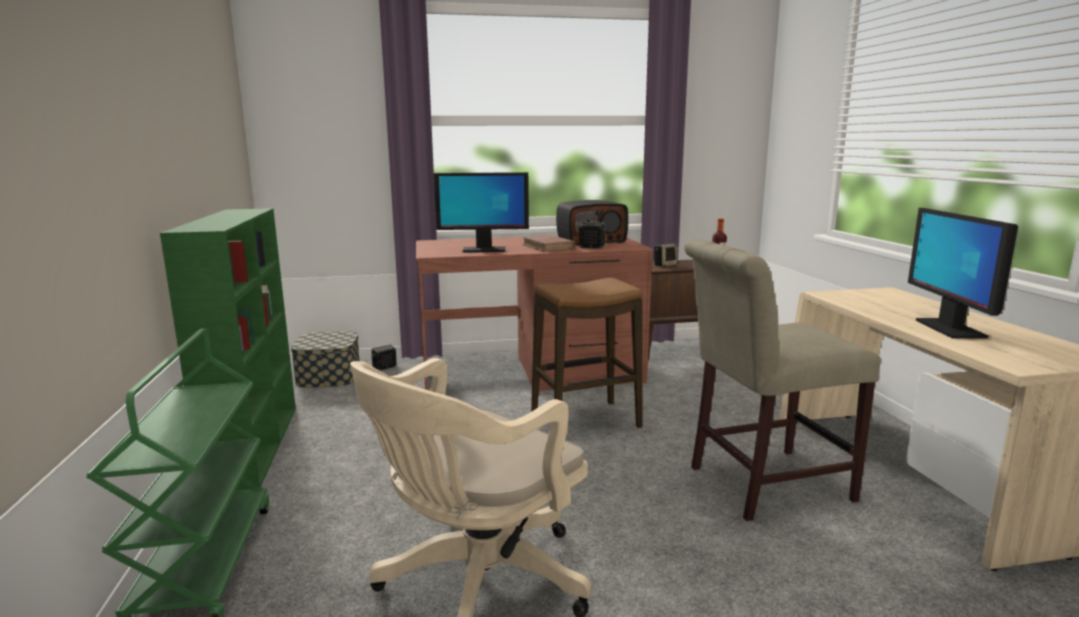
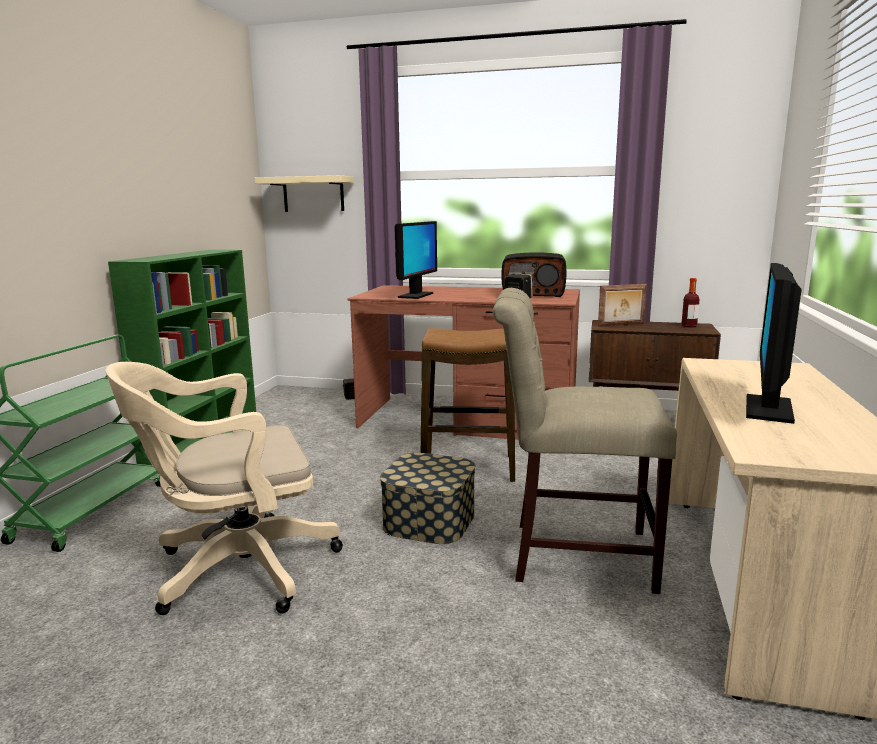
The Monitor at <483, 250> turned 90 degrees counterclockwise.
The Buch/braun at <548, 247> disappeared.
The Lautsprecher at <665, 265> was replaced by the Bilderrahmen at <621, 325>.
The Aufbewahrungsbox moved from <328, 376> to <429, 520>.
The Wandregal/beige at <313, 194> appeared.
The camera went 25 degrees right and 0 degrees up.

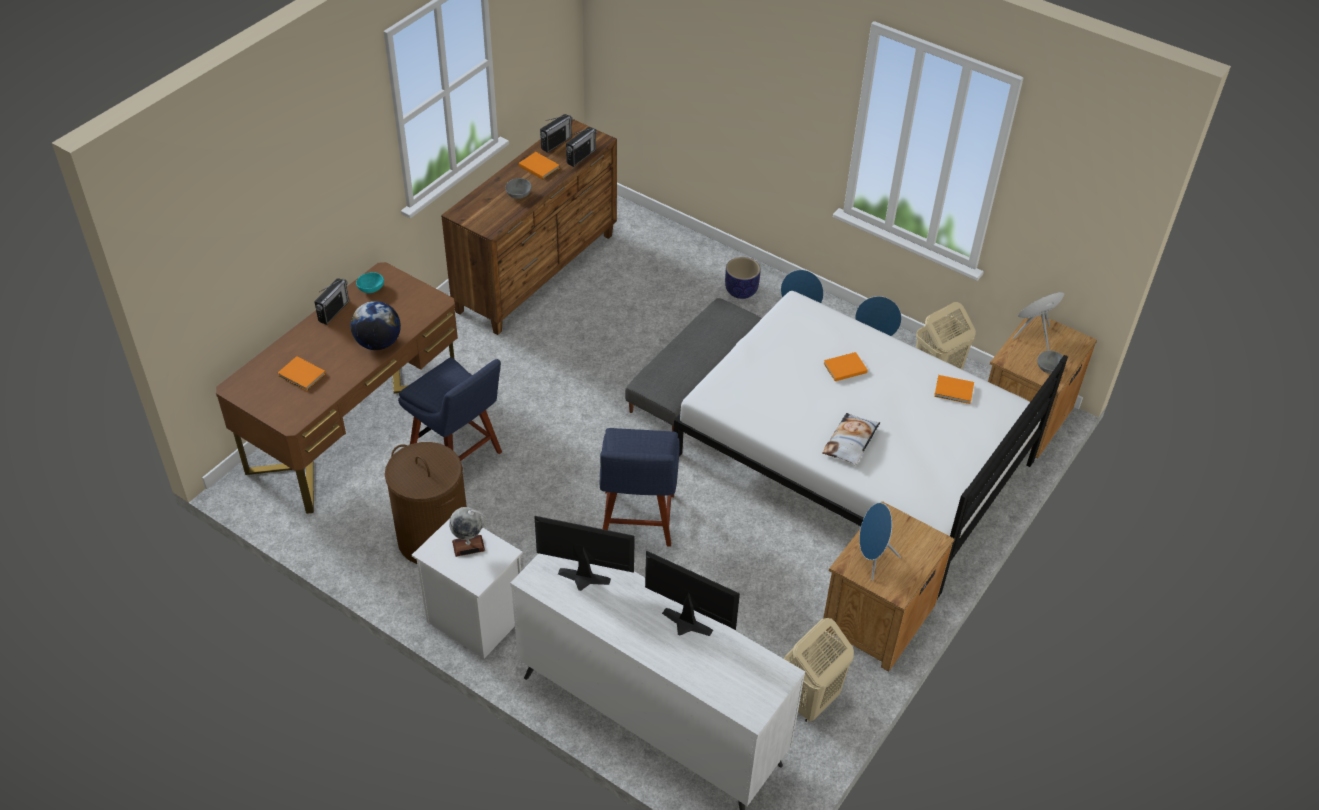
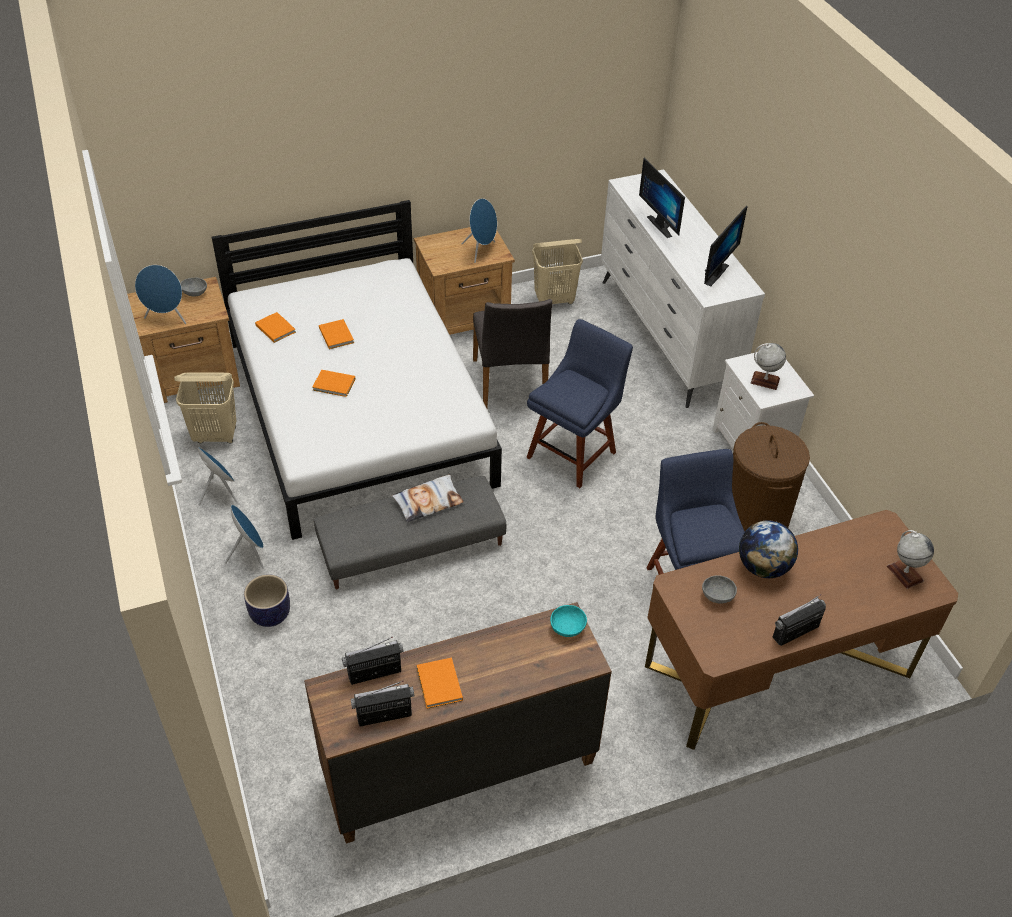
The Schüssel/grau moved from <519, 195> to <717, 595>.
The Schüssel/türkis moved from <370, 288> to <568, 628>.
The Buch/orange moved from <302, 376> to <336, 335>.
The Kissen moved from <851, 442> to <428, 501>.
The Monitor at <582, 581> turned 105 degrees counterclockwise.
The Stuhl/grau at <511, 384> appeared.
The Globus at <904, 573> appeared.
The camera went 145 degrees left and 0 degrees up.

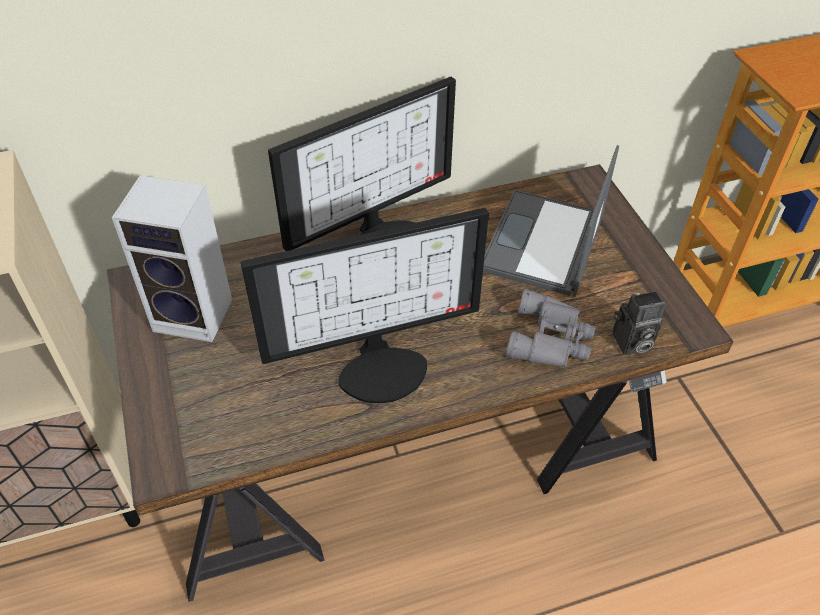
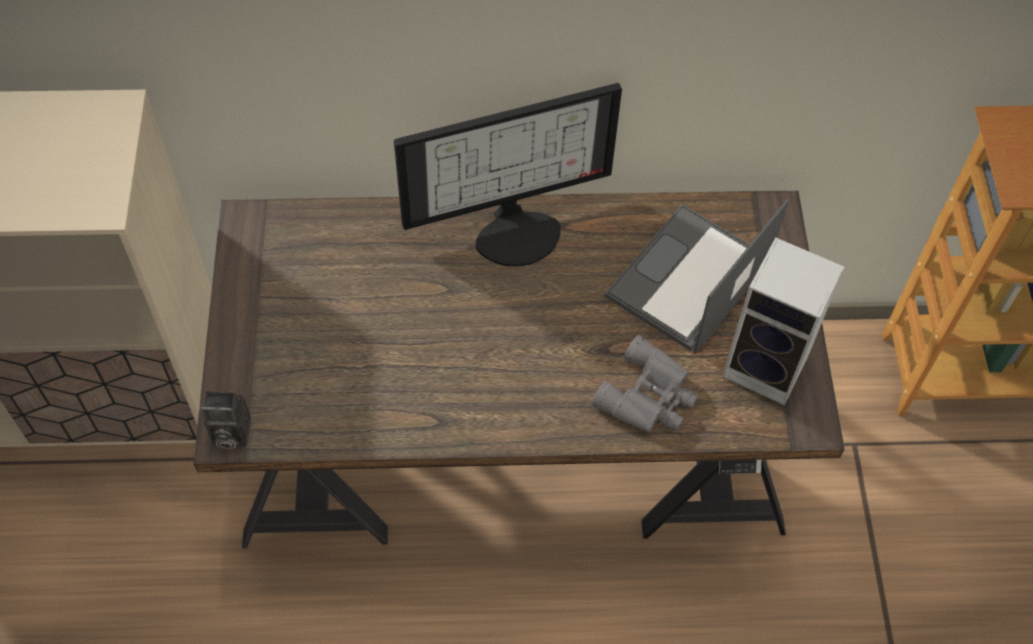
The Lautsprecher moved from <196, 314> to <768, 367>.
The Monitor at <382, 366> disappeared.
The Kamera moved from <631, 343> to <229, 434>.
The camera went 15 degrees right and 10 degrees up.

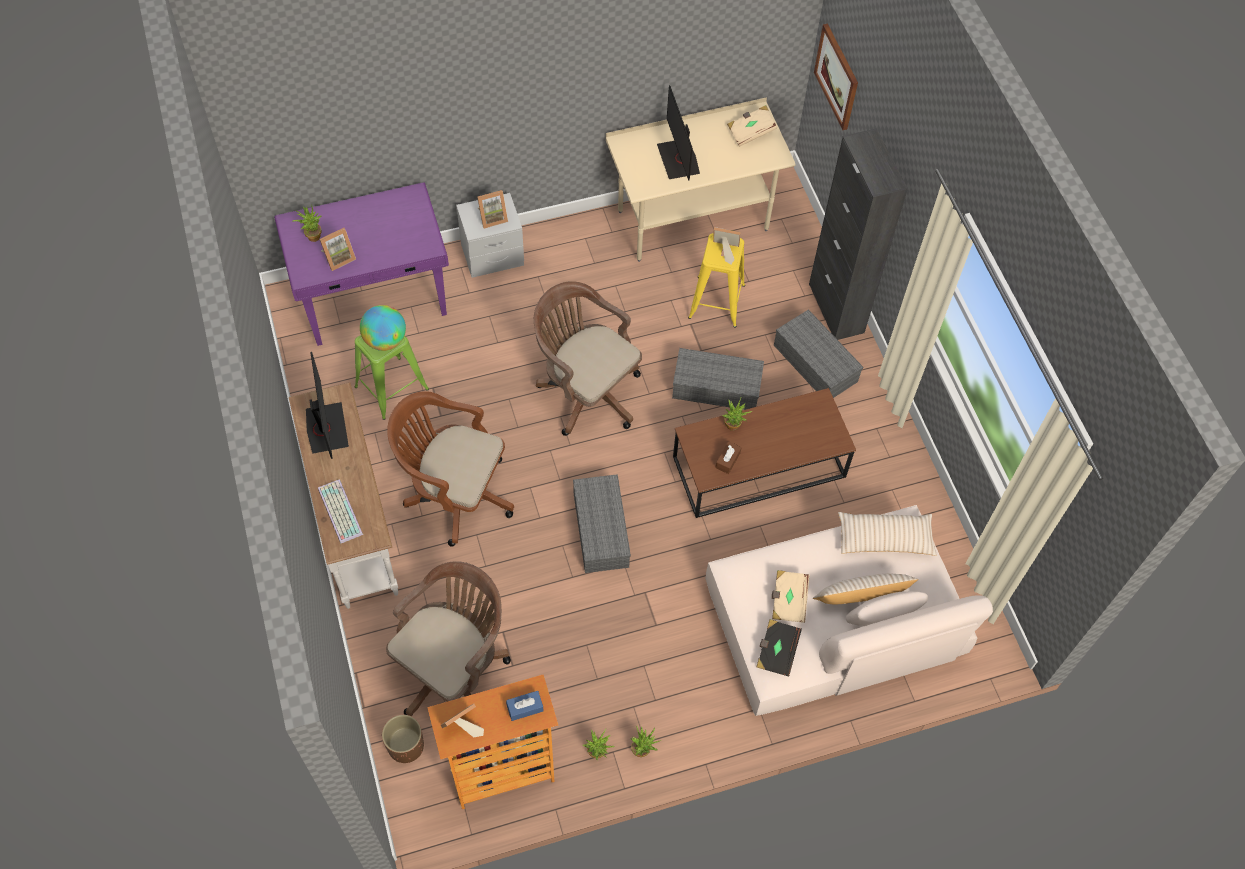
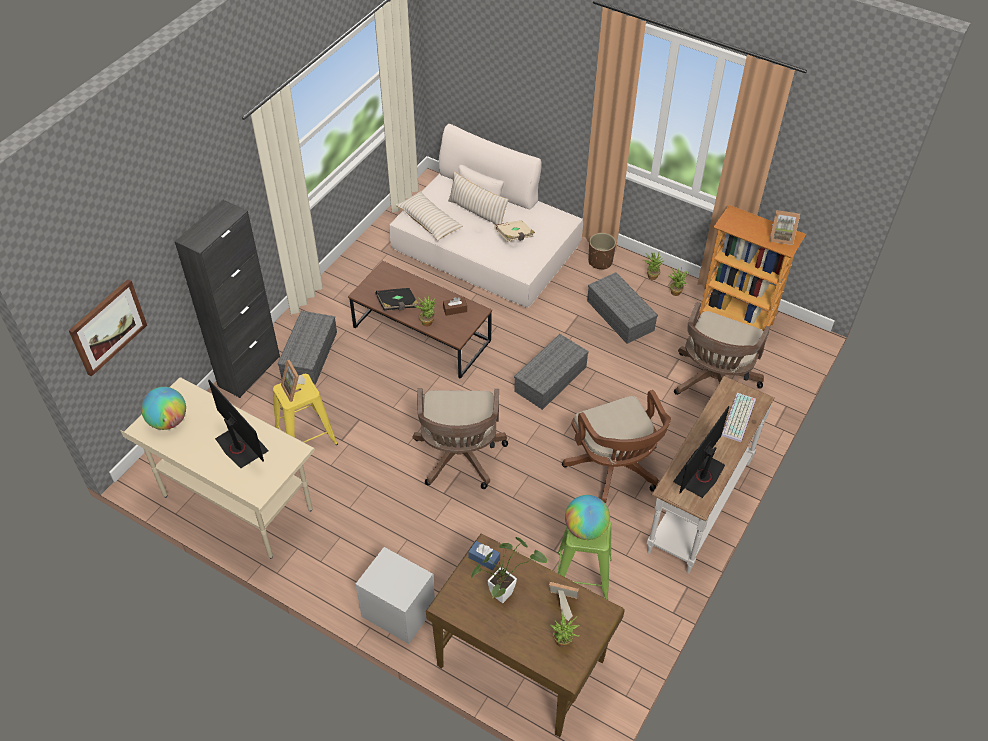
The Monitor at <679, 159> turned 75 degrees counterclockwise.
The Buch/beige at <751, 132> was replaced by the Globus at <168, 421>.
The Schreibtisch/lila at <374, 297> became the Schreibtisch/braun at <520, 661>.
The Bilderrahmen at <492, 217> disappeared.
The Aufbewahrungsbox/grau moved from <715, 387> to <621, 315>.
The Bürostuhl/braun at <454, 667> turned 60 degrees counterclockwise.
The Buch/schwarz moved from <776, 651> to <397, 305>.
The Taschentuchbox/blau moved from <525, 708> to <484, 558>.
The Pflanzkübel/braun moved from <406, 746> to <600, 261>.
The Topfpflanze at <505, 591> appeared.
The camera went 130 degrees left and 10 degrees down.

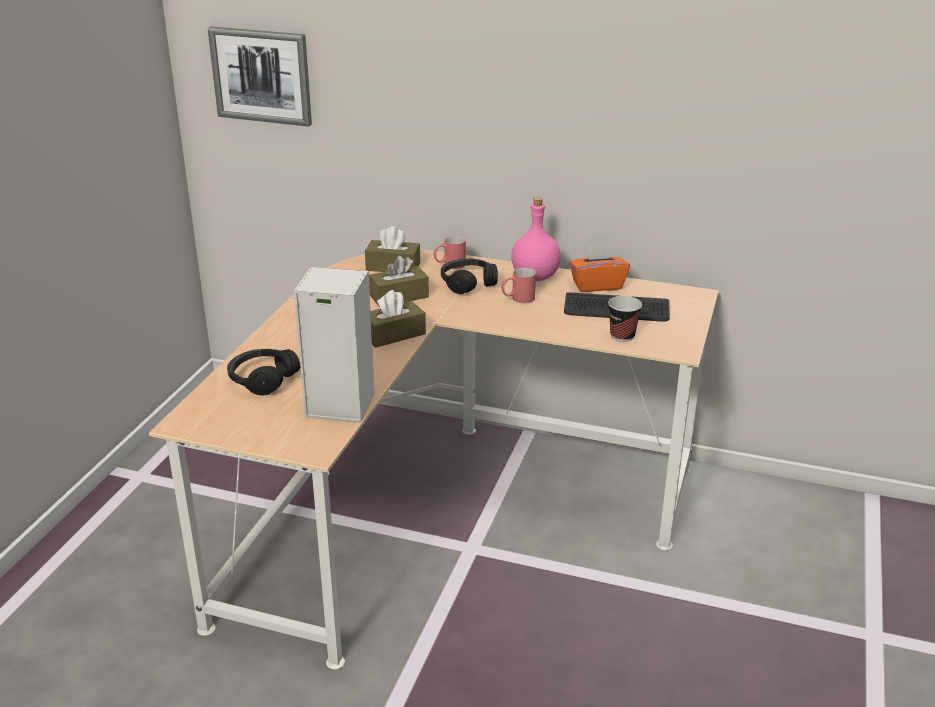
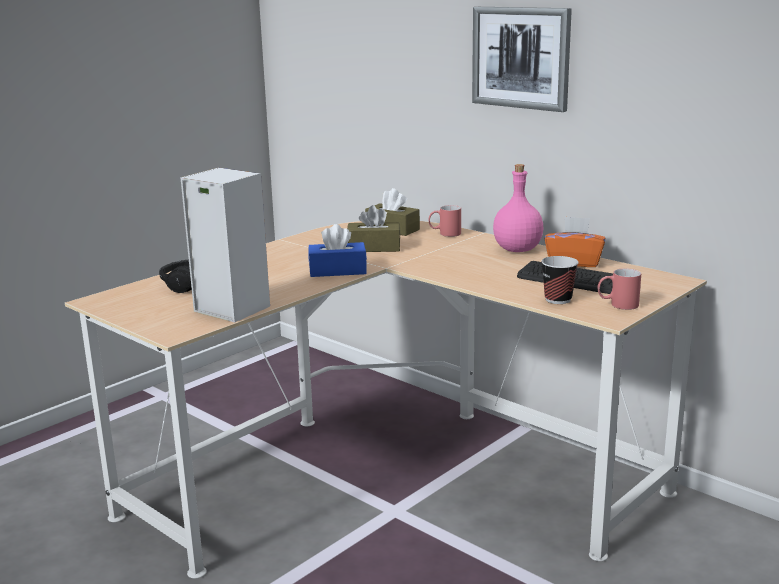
The Bild moved from <261, 75> to <521, 57>.
The Kopfhörer/schwarz at <468, 283> disappeared.
The Henkelbecher/rot moved from <517, 299> to <617, 305>.
The Taschentuchbox/braun at <394, 334> became the Taschentuchbox/blau at <337, 271>.
The camera went 25 degrees right and 10 degrees down.

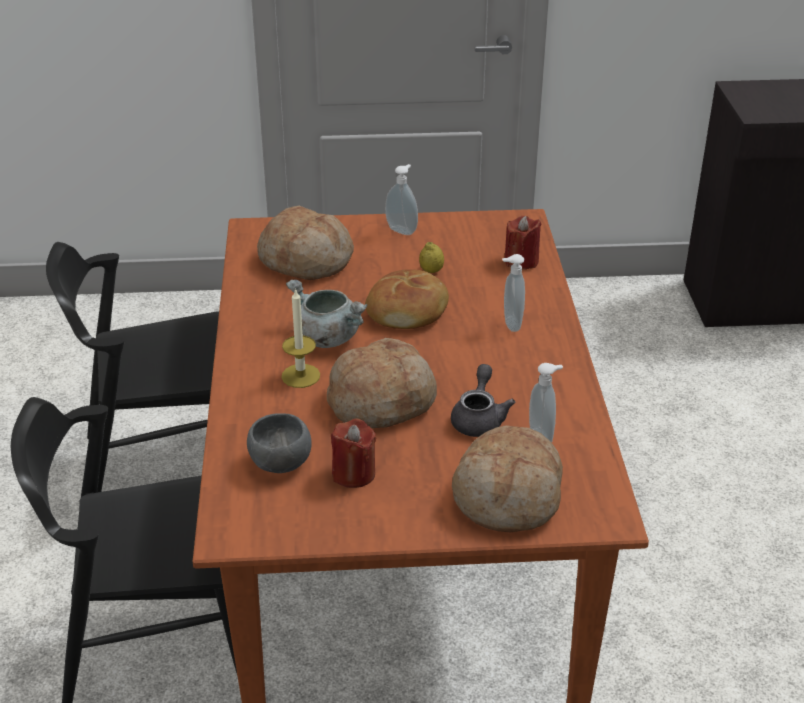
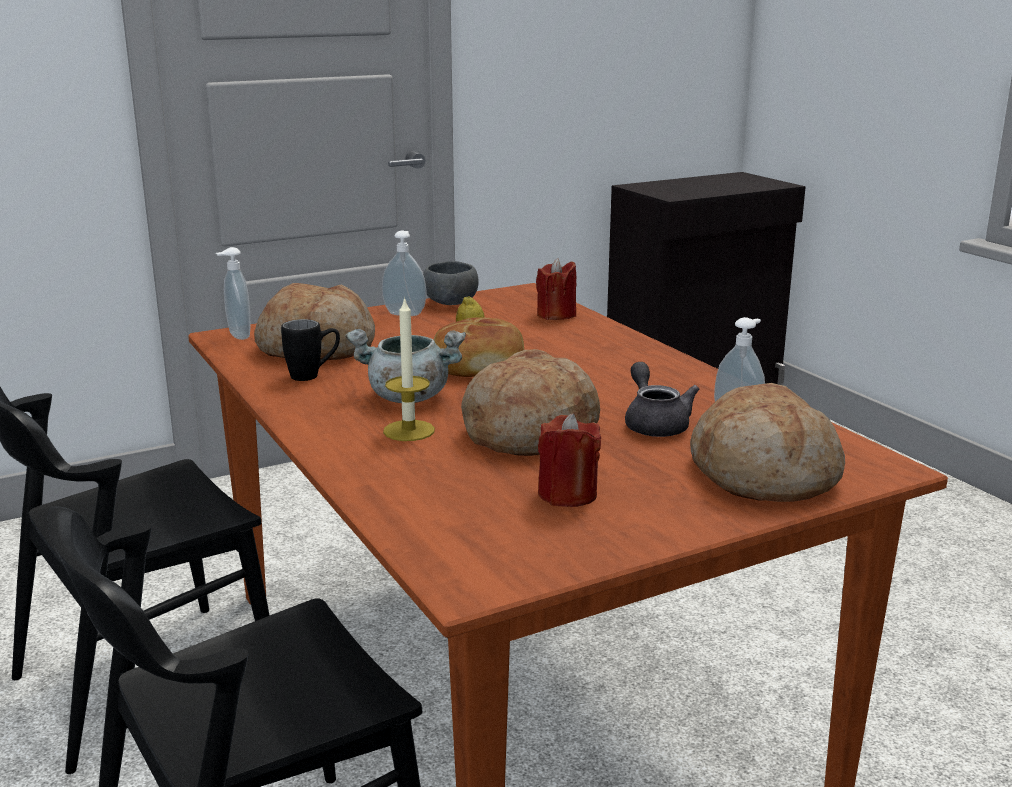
The Seifenspender moved from <510, 324> to <237, 336>.
The Schüssel/grau moved from <278, 462> to <449, 303>.
The Henkelbecher/schwarz at <313, 375> appeared.
The camera went 25 degrees left and 15 degrees down.

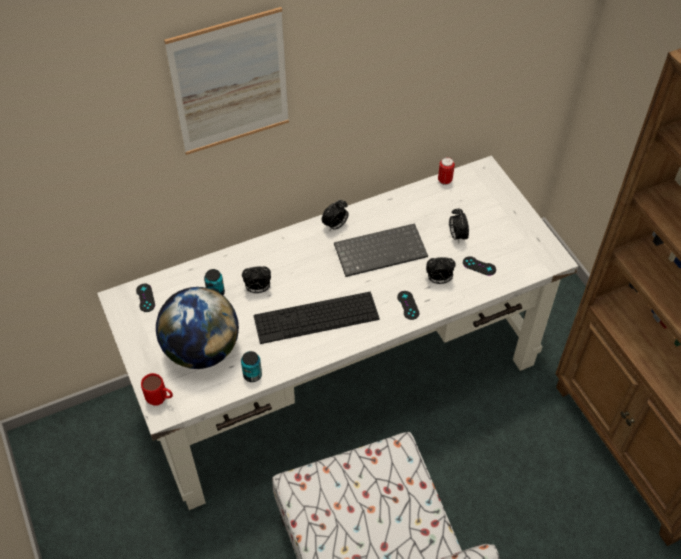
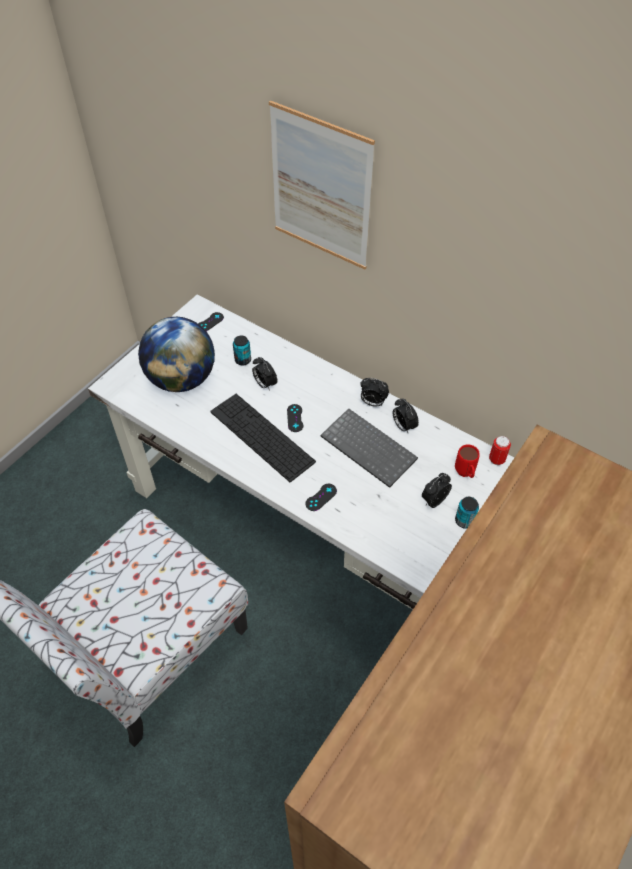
The Gamepad/schwarz moved from <479, 266> to <295, 418>.
The Wecker moved from <438, 280> to <403, 426>.
The Dose moved from <252, 375> to <464, 521>.
The Henkelbecher/rot moved from <161, 400> to <465, 474>.
The camera went 60 degrees right and 0 degrees up.

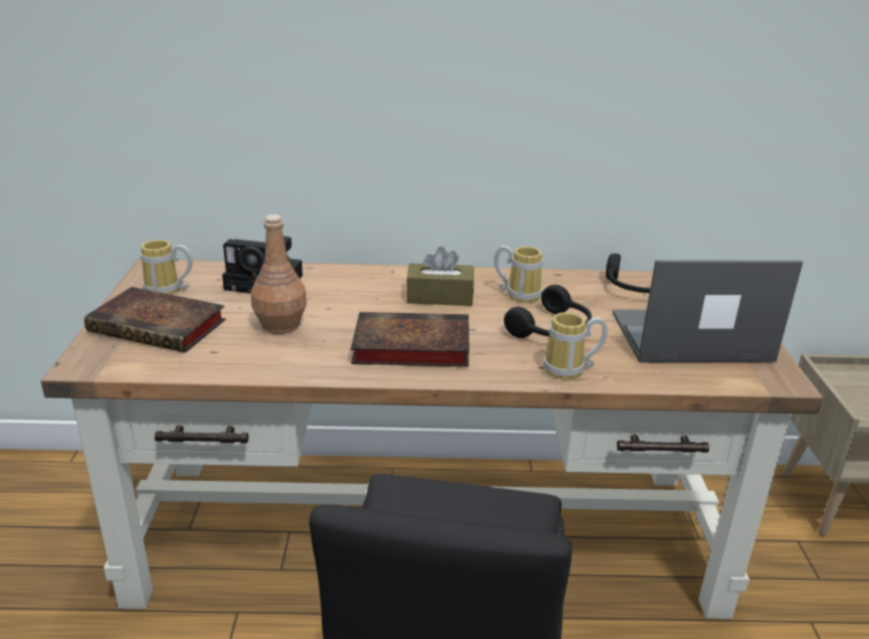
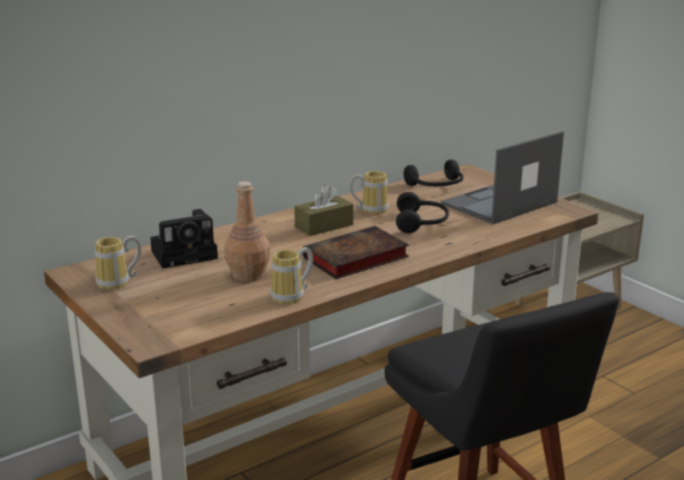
The Buch at <161, 326> disappeared.
The Henkelbecher moved from <569, 371> to <292, 296>.
The camera went 35 degrees left and 5 degrees down.

